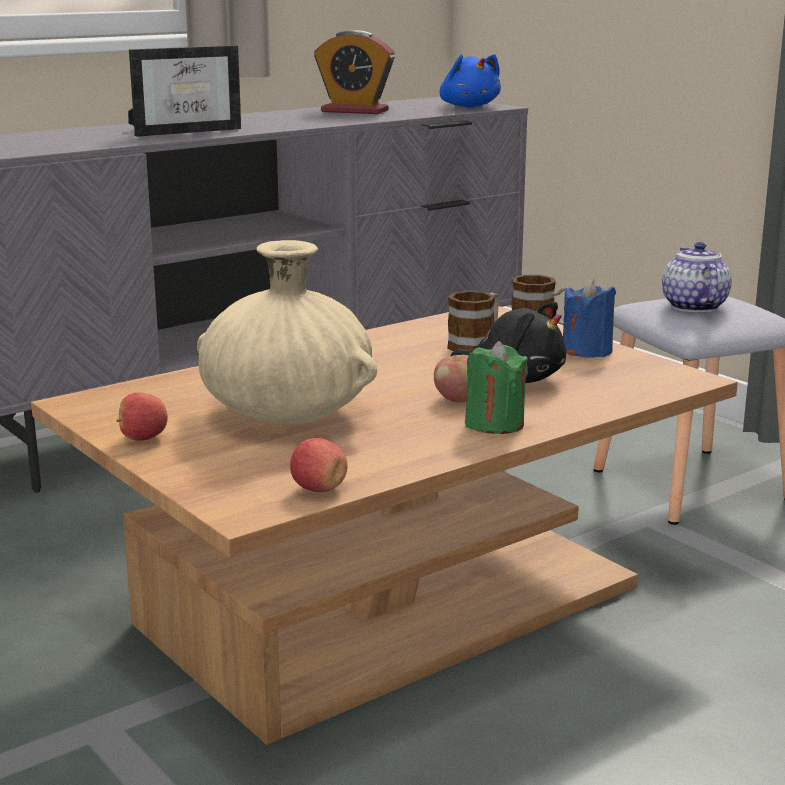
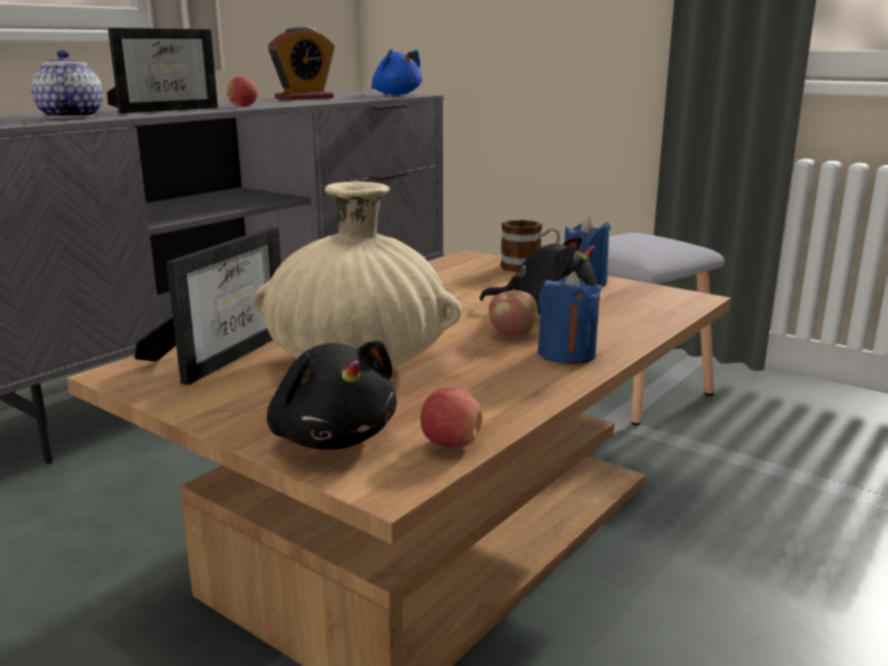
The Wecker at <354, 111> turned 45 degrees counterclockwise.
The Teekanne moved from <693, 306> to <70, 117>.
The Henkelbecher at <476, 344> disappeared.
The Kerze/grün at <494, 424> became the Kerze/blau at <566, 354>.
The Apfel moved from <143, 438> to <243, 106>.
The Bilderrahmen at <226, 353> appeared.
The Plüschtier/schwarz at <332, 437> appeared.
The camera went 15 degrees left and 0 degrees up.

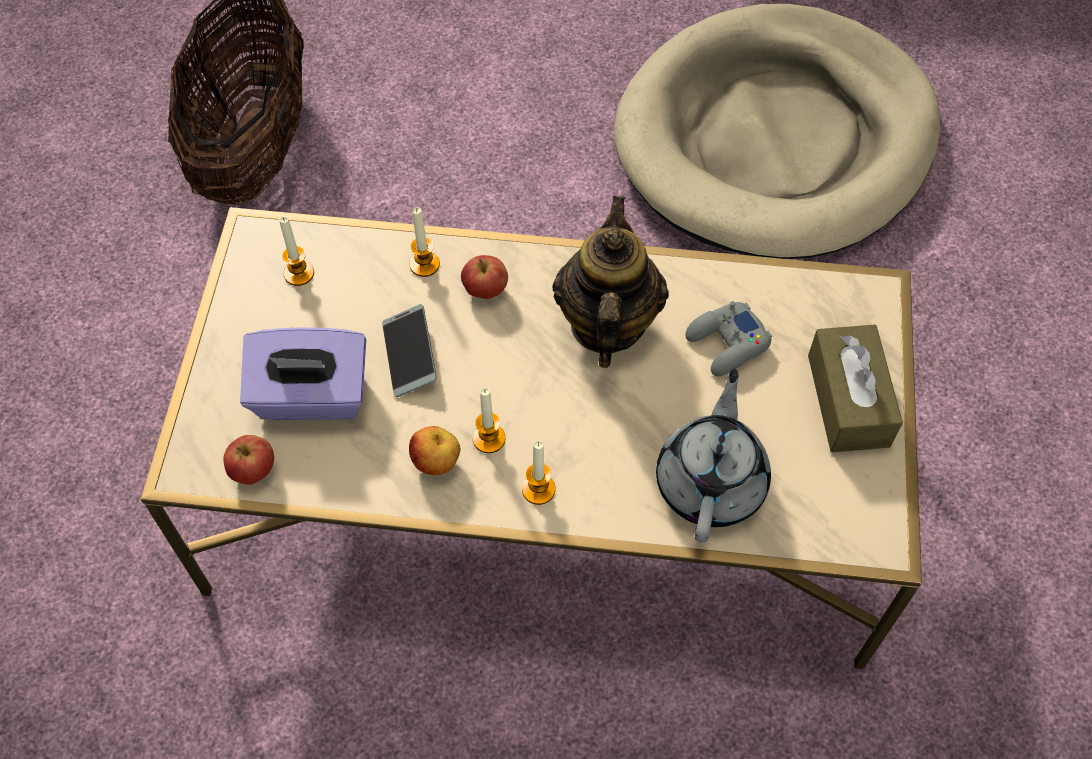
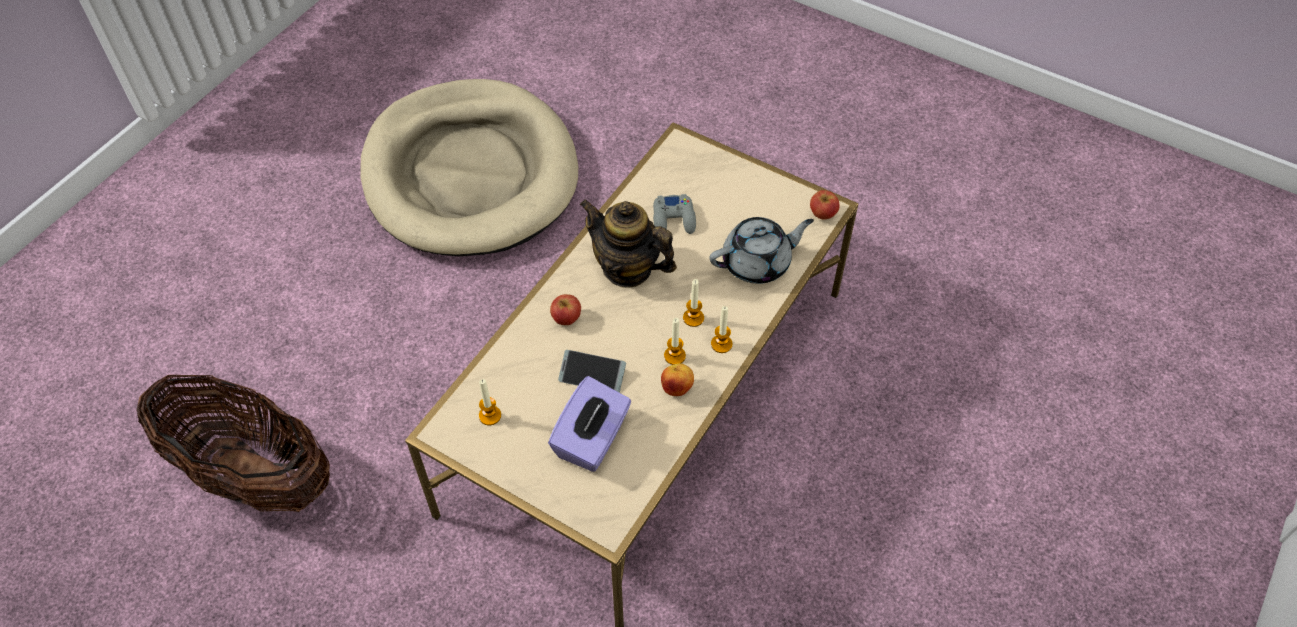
The Kerze moved from <424, 264> to <693, 318>.
The Taschentuchbox/braun at <848, 400> disappeared.
The Teekanne/grau at <711, 481> turned 120 degrees clockwise.
The Apfel moved from <254, 470> to <822, 214>.
The camera went 65 degrees left and 5 degrees down.

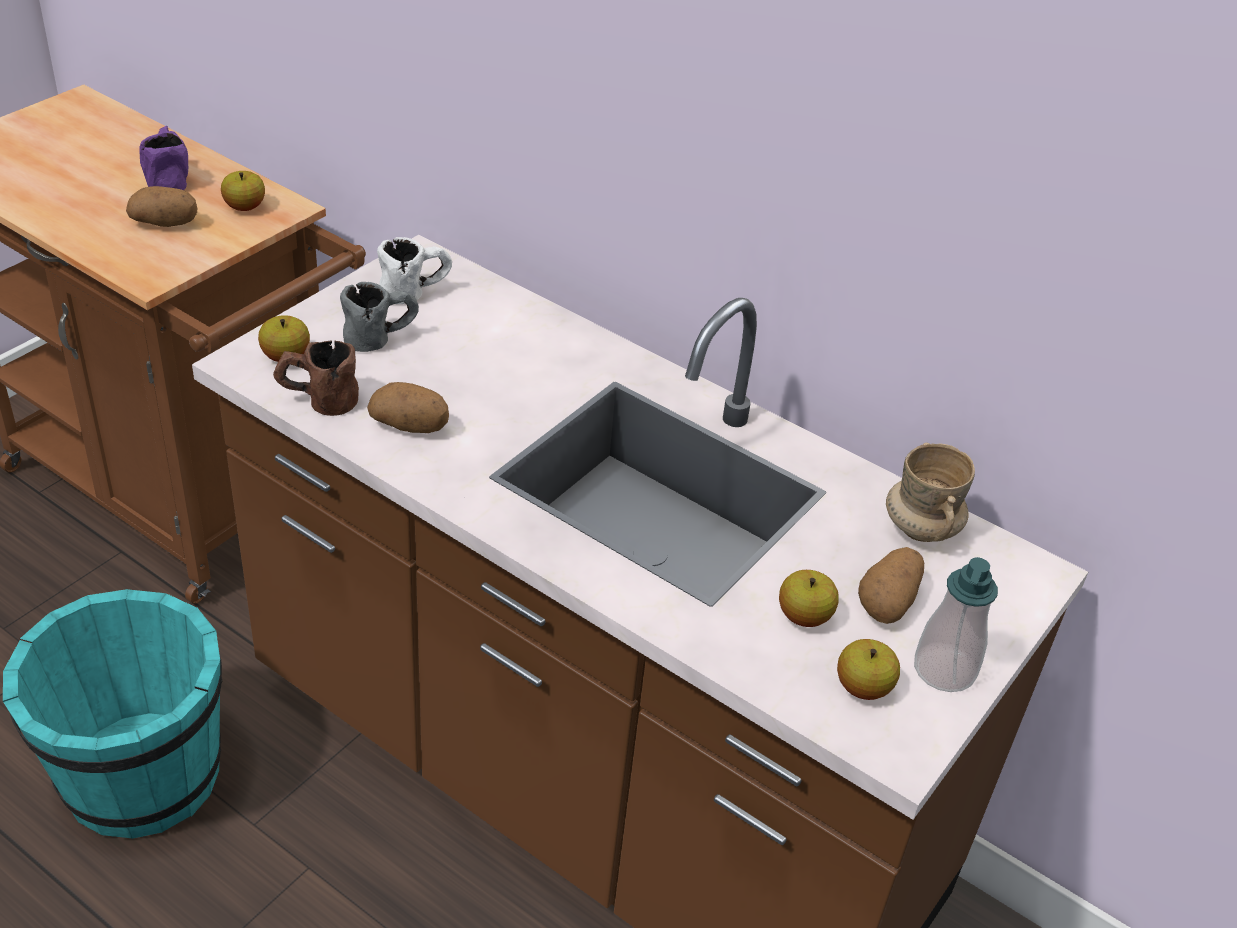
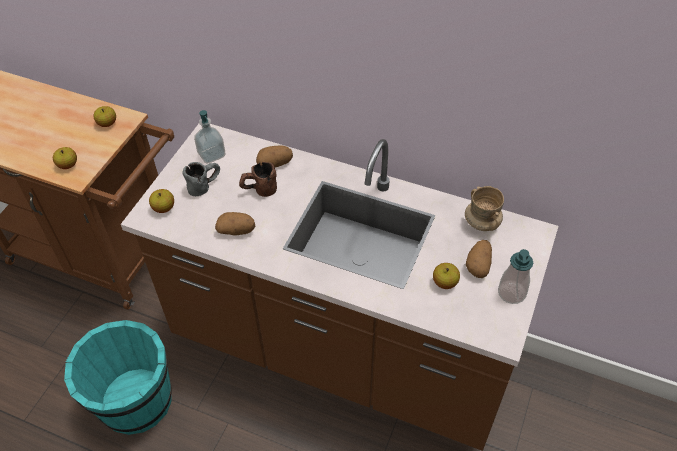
The Henkelbecher/lila at <167, 179> disappeared.
The Kartoffel moved from <165, 223> to <275, 163>.
The Henkelbecher/weiß at <415, 292> was replaced by the Seifenspender at <211, 155>.
The Henkelbecher/braun moved from <318, 401> to <259, 190>.
The Apfel moved from <863, 687> to <68, 165>.
The camera went 10 degrees left and 10 degrees up.

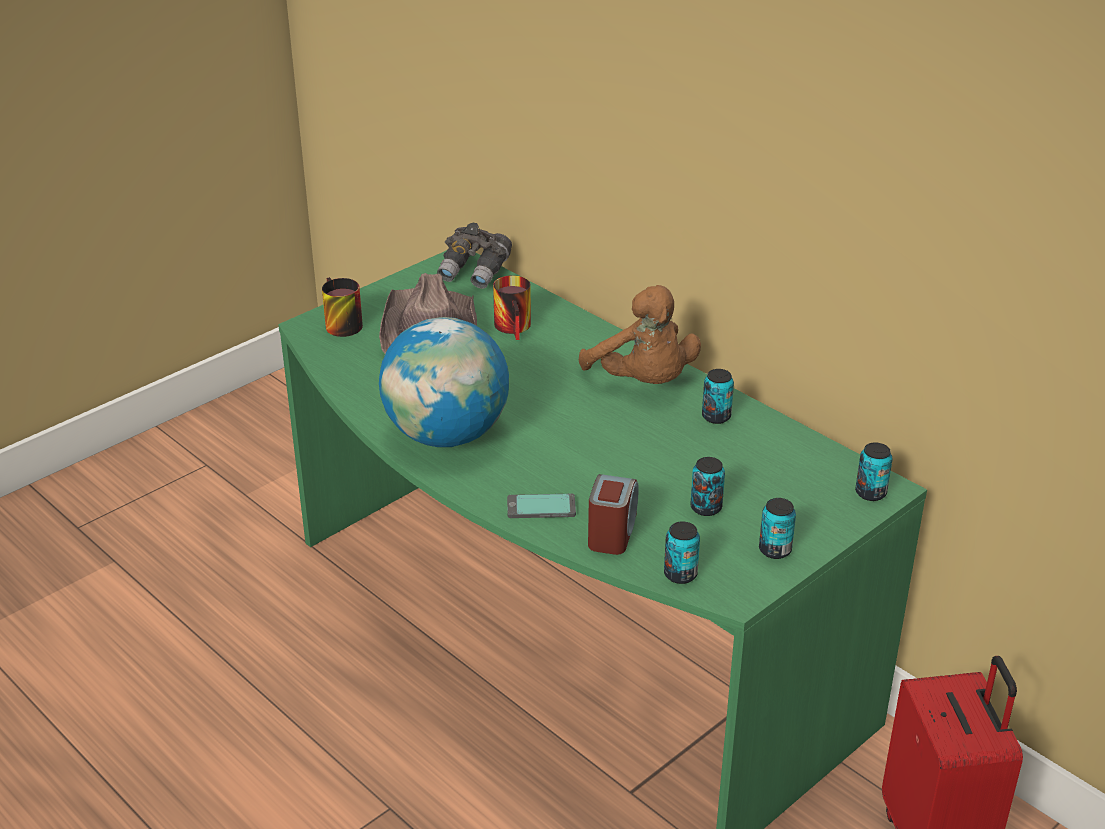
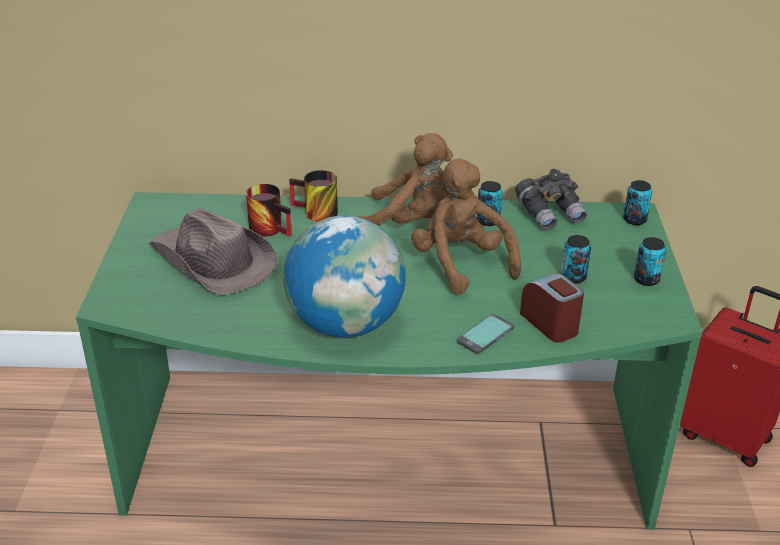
The Fernglas/grau moved from <475, 272> to <550, 214>.
The Henkelbecher moved from <338, 324> to <314, 213>.
The Dose at <680, 574> disappeared.
The Plüschtier/braun at <461, 264> appeared.
The camera went 45 degrees left and 0 degrees up.

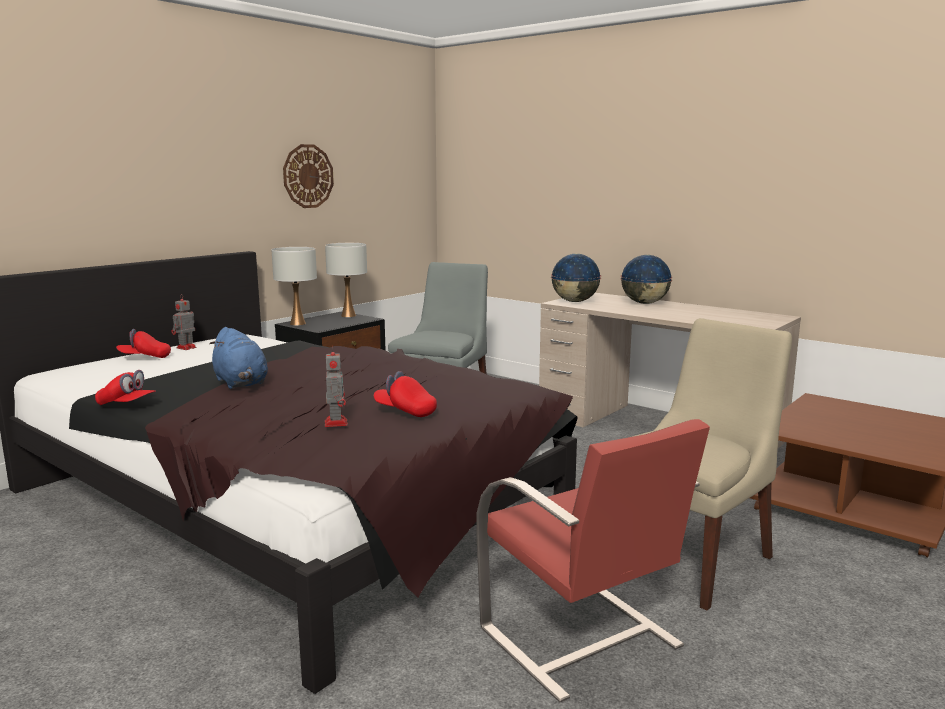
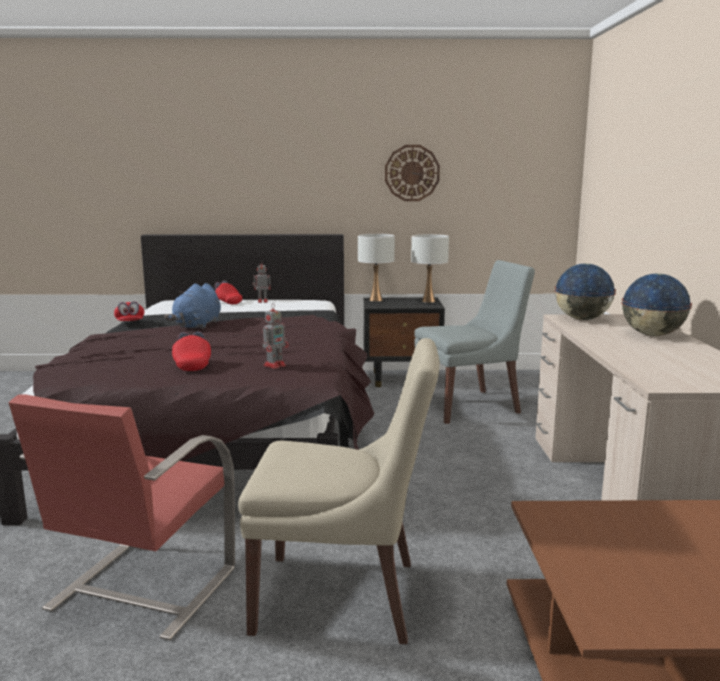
The Spielzeugroboter moved from <336, 422> to <275, 365>.
The camera went 50 degrees right and 0 degrees up.

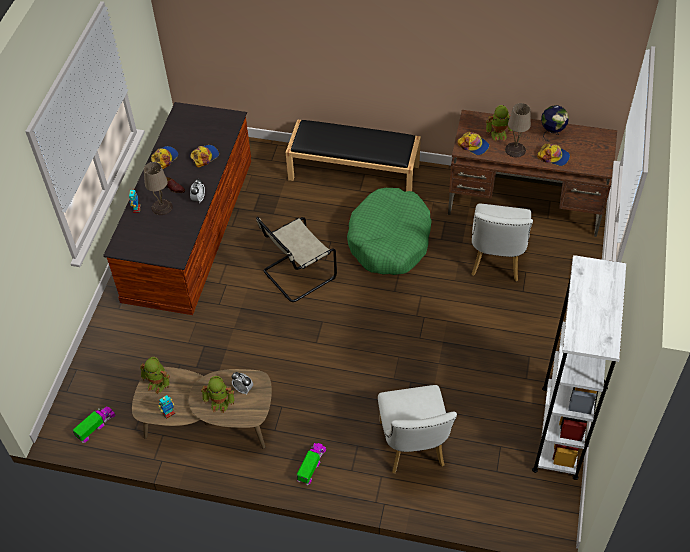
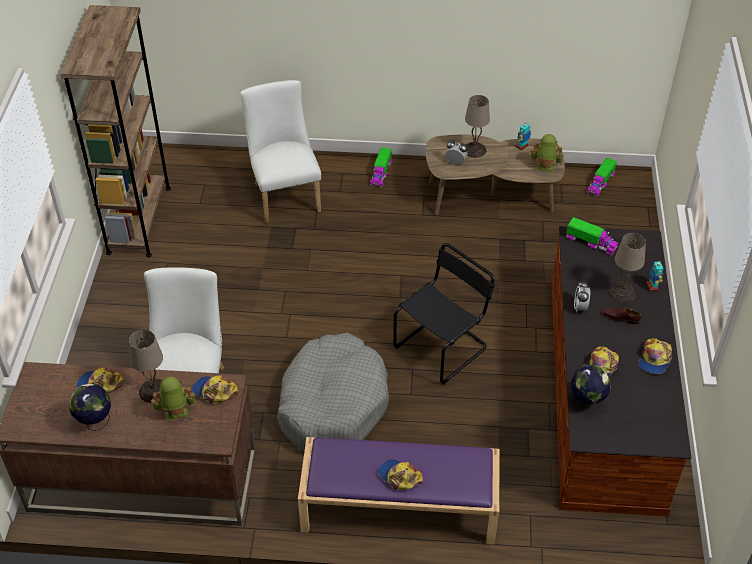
The Bank/schwarz at <355, 172> became the Bank/lila at <398, 507>.
The Hundebett/grün at <389, 240> became the Hundebett/grau at <332, 403>.
The Stuhl/beige at <297, 275> became the Stuhl/schwarz at <443, 346>.
The Bücherregal/weiß at <559, 431> became the Bücherregal/braun at <139, 220>.
The Spielzeugroboter at <220, 403> was replaced by the Tischlampe/beige at <474, 150>.
The Spielzeuglaster at <591, 242> appeared.
The Globus at <586, 402> appeared.
The Kappe at <399, 477> appeared.
The camera went 170 degrees right and 5 degrees down.

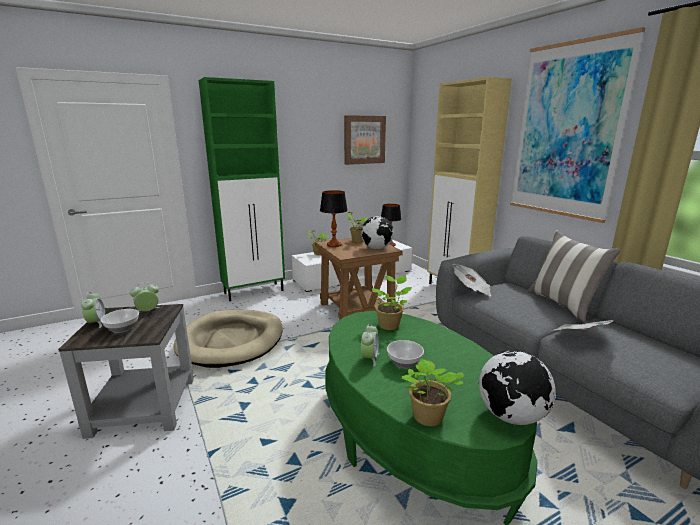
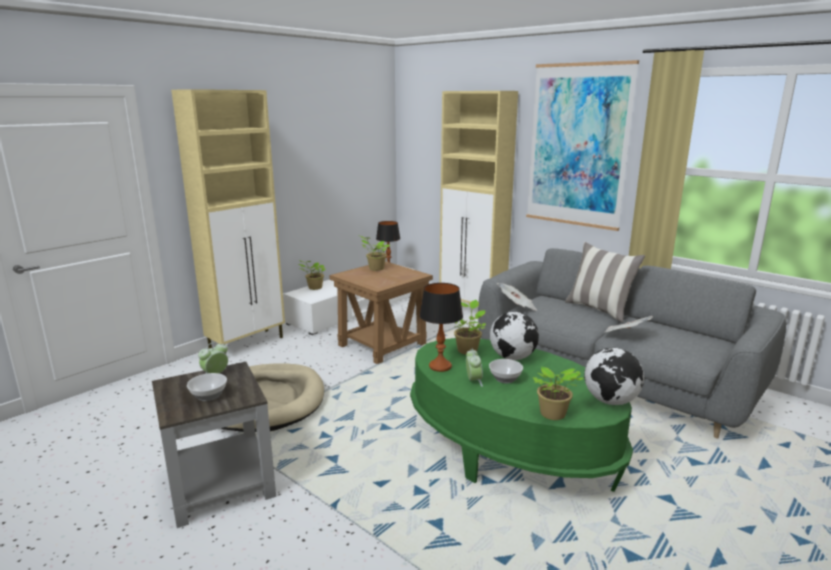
The Schrank/grün at <255, 291> became the Schrank/beige at <248, 343>.
The Bild at <364, 140> disappeared.
The Tischlampe moved from <334, 245> to <440, 366>.
The Globus moved from <377, 248> to <513, 357>.
The Wecker at <96, 323> disappeared.
The camera went 20 degrees left and 0 degrees up.

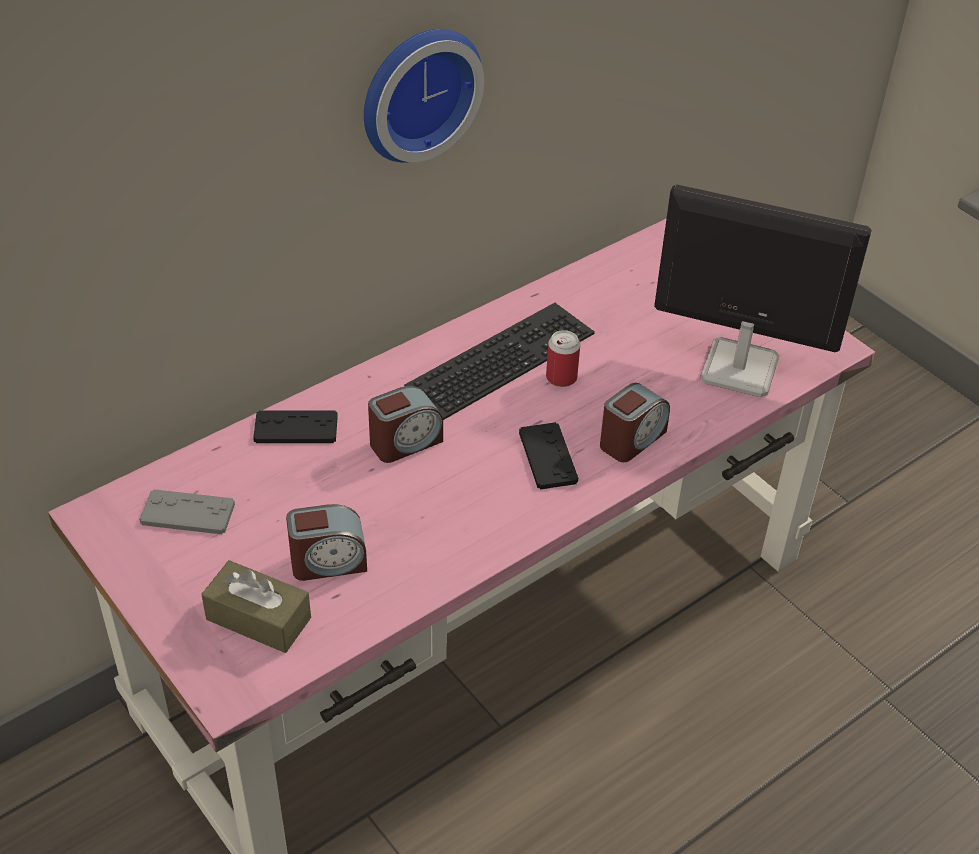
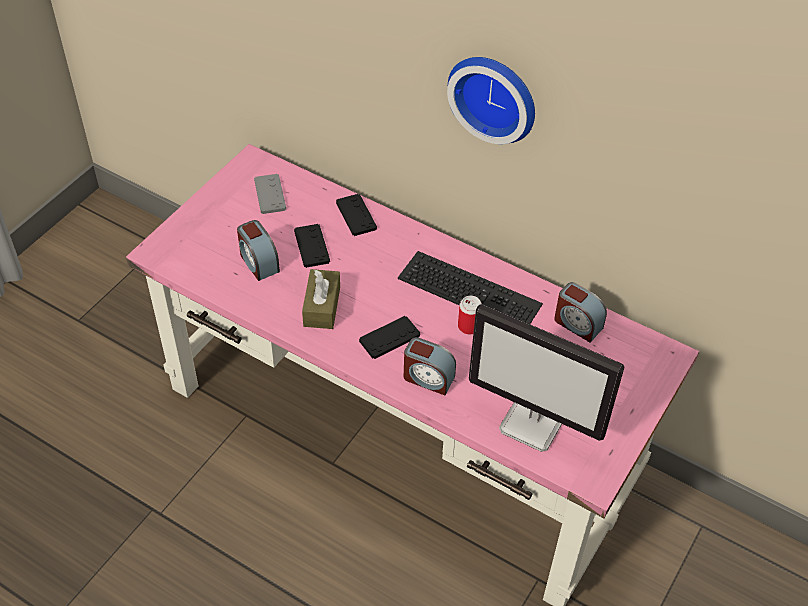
The Monitor at <737, 369> turned 120 degrees clockwise.
The Wecker moved from <405, 442> to <577, 324>.
The Taschentuchbox/braun moved from <258, 618> to <322, 306>.
The Gamepad/schwarz at <312, 246> appeared.
The camera went 70 degrees right and 5 degrees up.

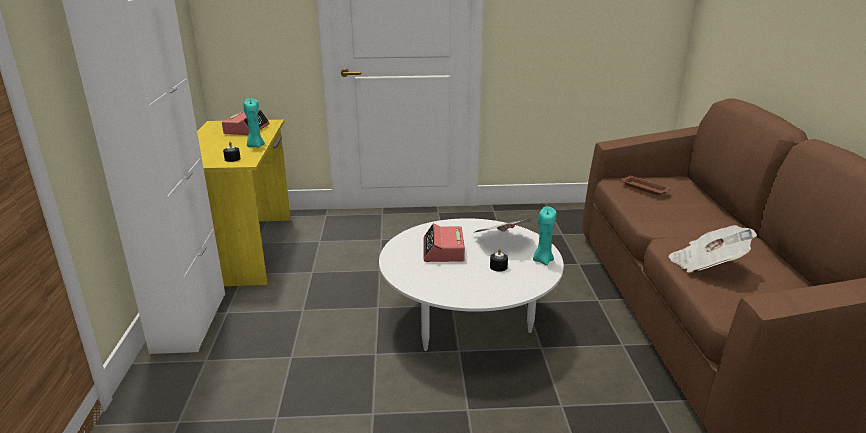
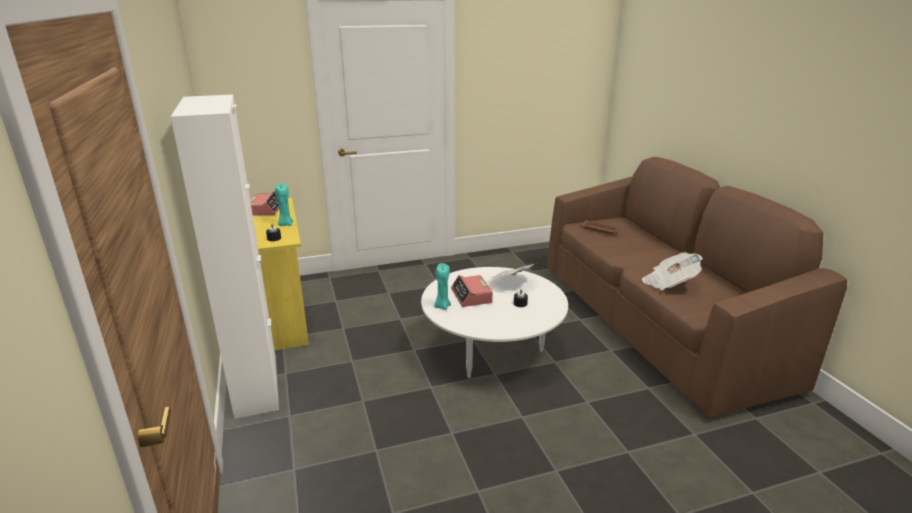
The Kerze/türkis moved from <542, 260> to <442, 306>.
The camera went 15 degrees left and 0 degrees up.

